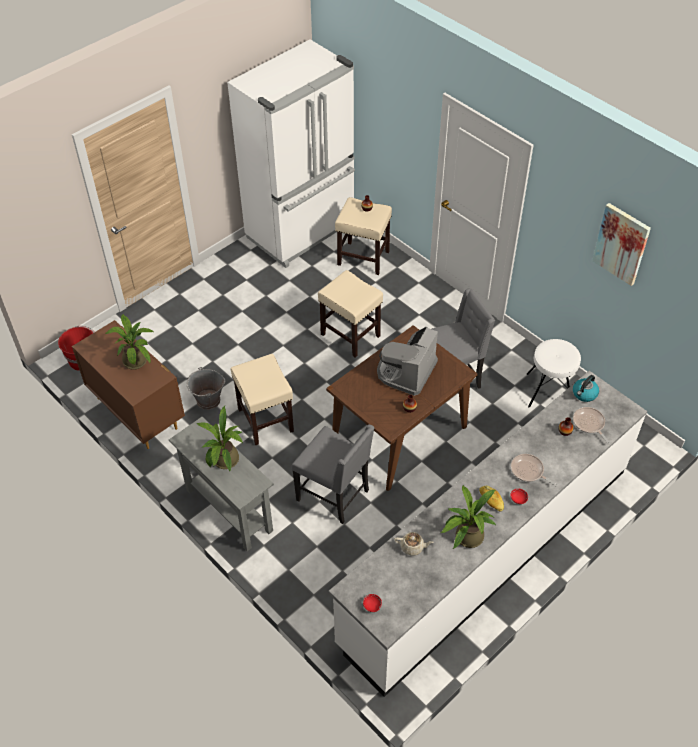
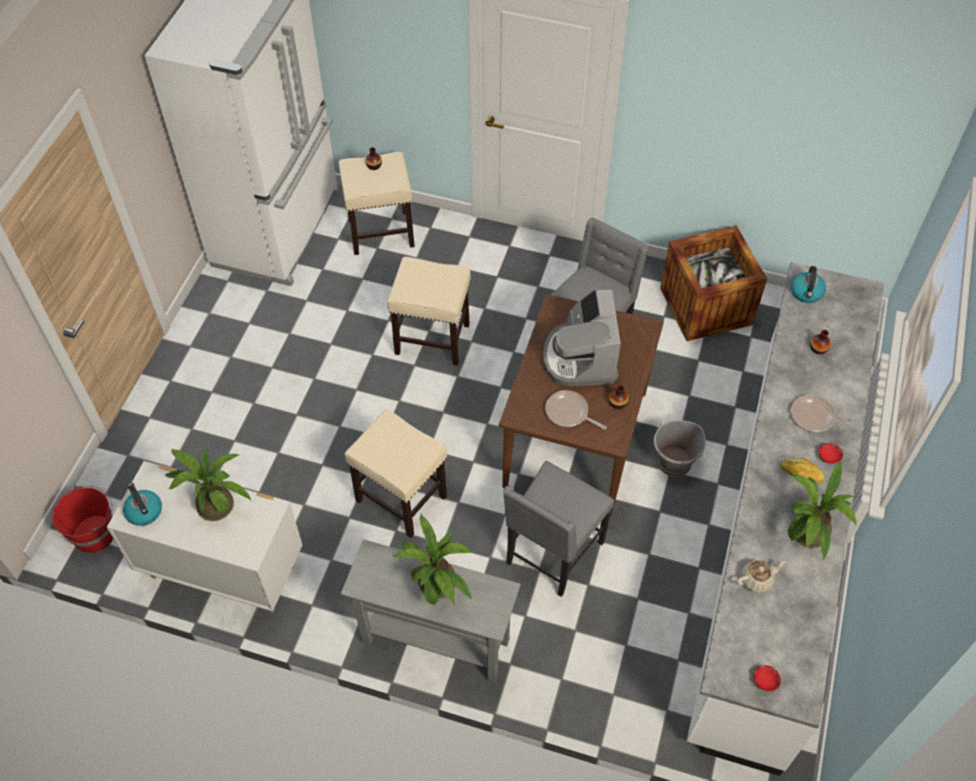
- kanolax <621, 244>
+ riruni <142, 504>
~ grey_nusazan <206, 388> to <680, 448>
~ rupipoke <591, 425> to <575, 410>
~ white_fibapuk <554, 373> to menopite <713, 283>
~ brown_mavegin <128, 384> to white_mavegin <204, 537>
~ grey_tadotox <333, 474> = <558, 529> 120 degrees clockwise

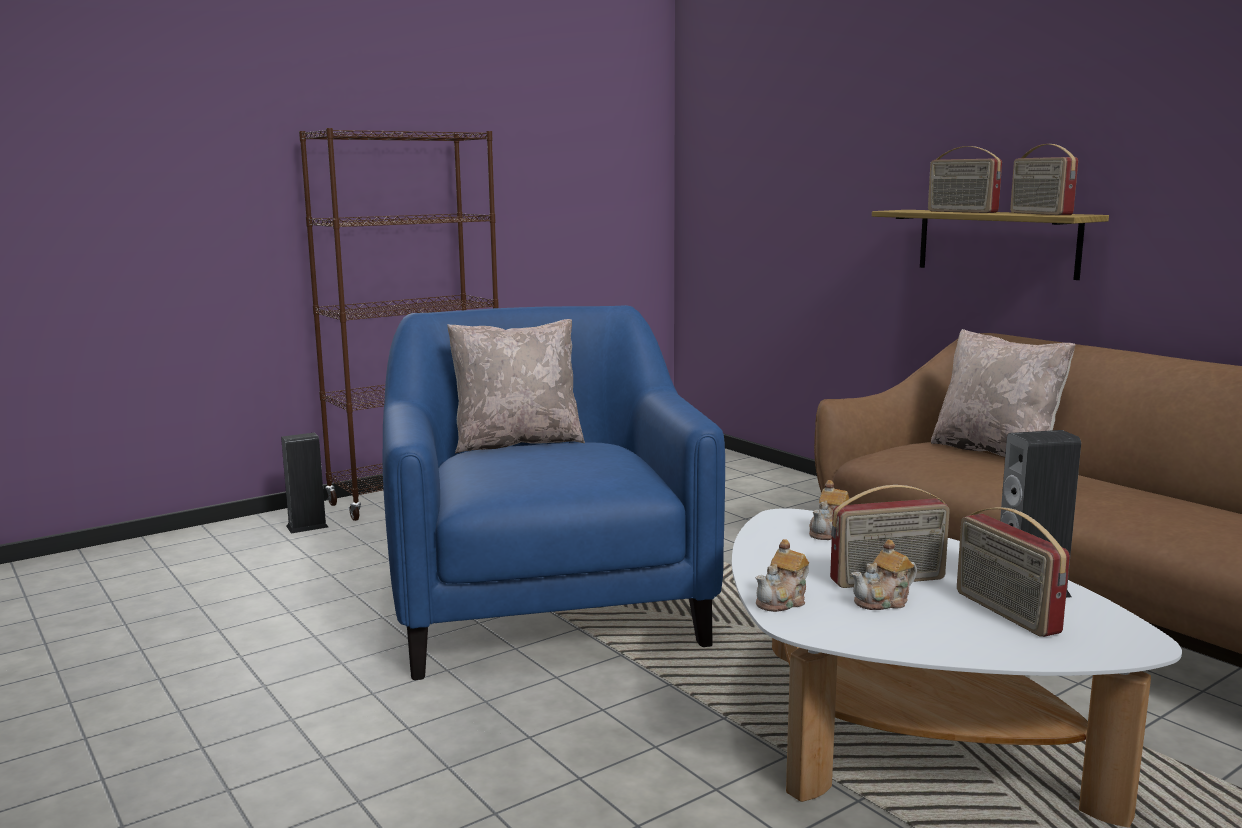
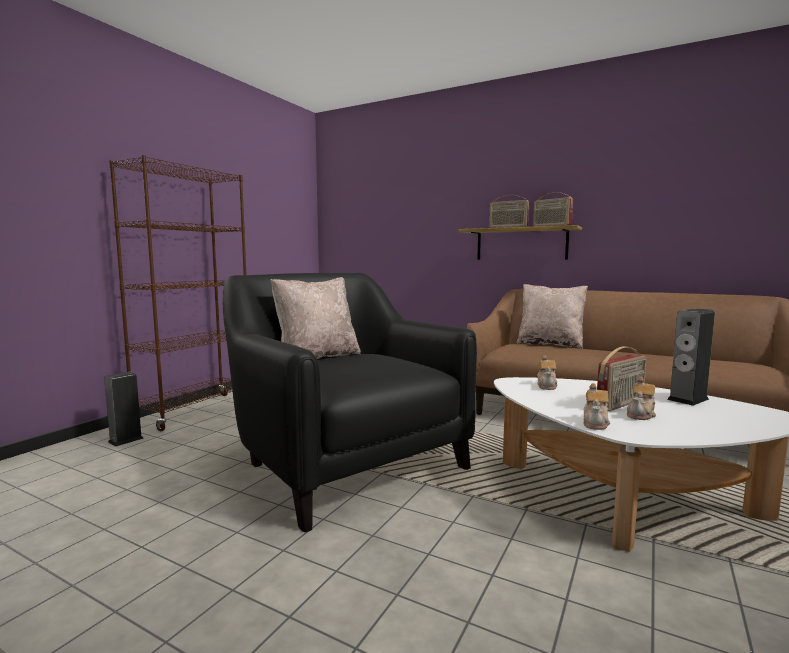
- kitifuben <1013, 572>
~ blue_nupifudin <554, 492> to black_nupifudin <350, 402>

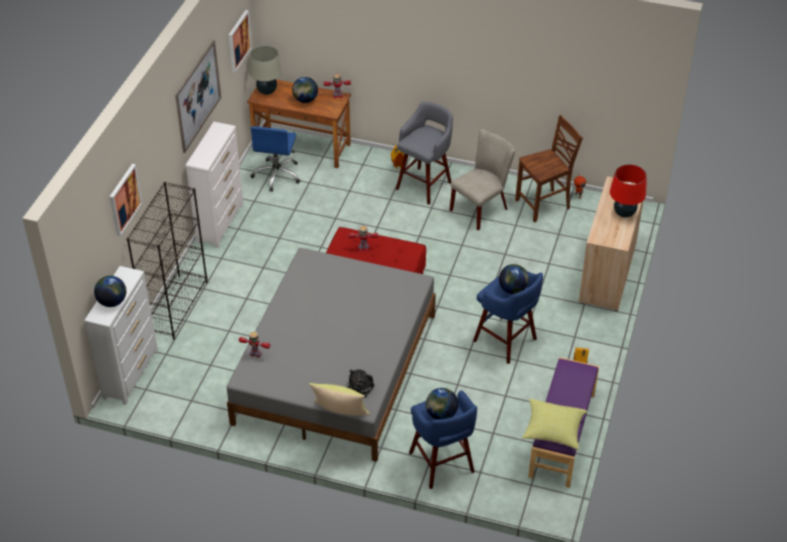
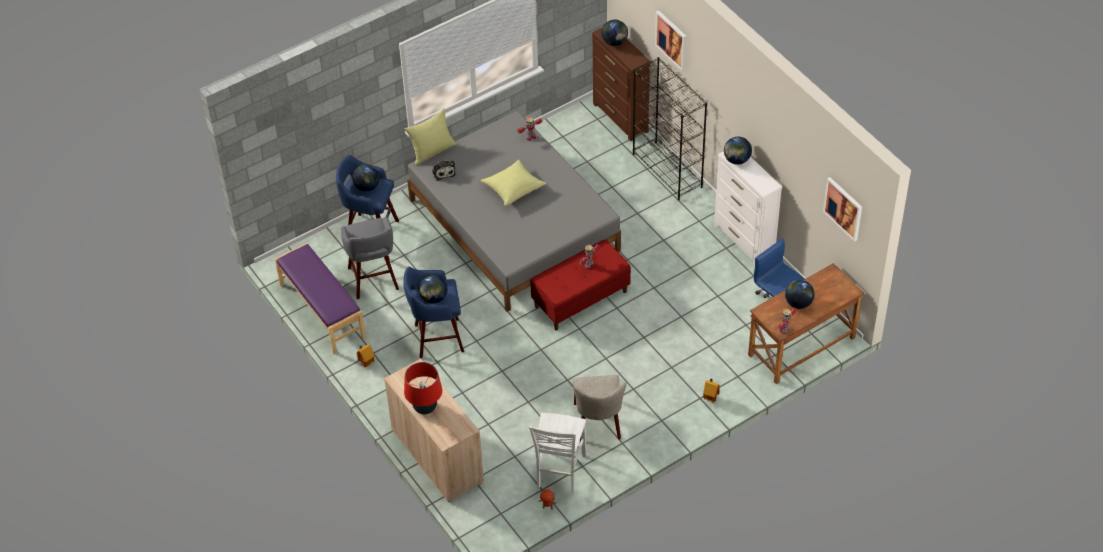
- kanolax <198, 96>
- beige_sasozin <266, 69>
+ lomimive <738, 151>
~ grey_fibapuk <424, 153> to <370, 257>
~ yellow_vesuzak <554, 424> to <513, 183>
~ white_mavegin <121, 335> to brown_mavegin <621, 84>
~ brown_tadotox <549, 169> to white_tadotox <557, 453>

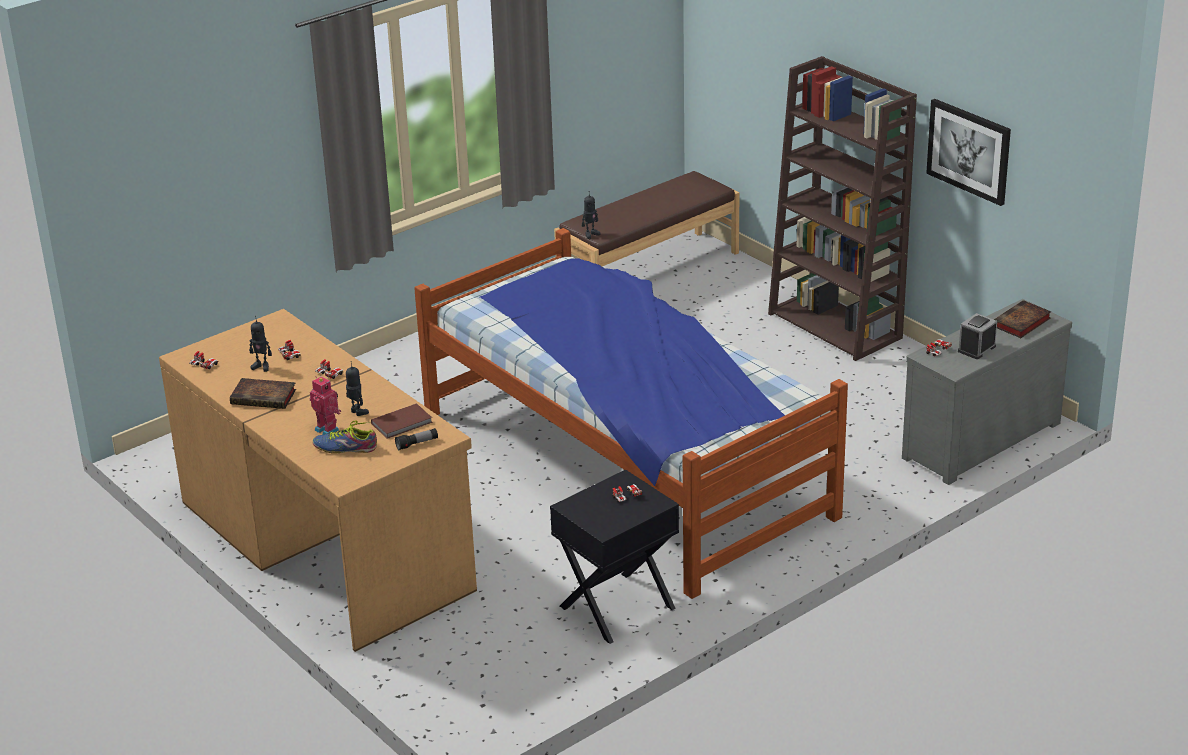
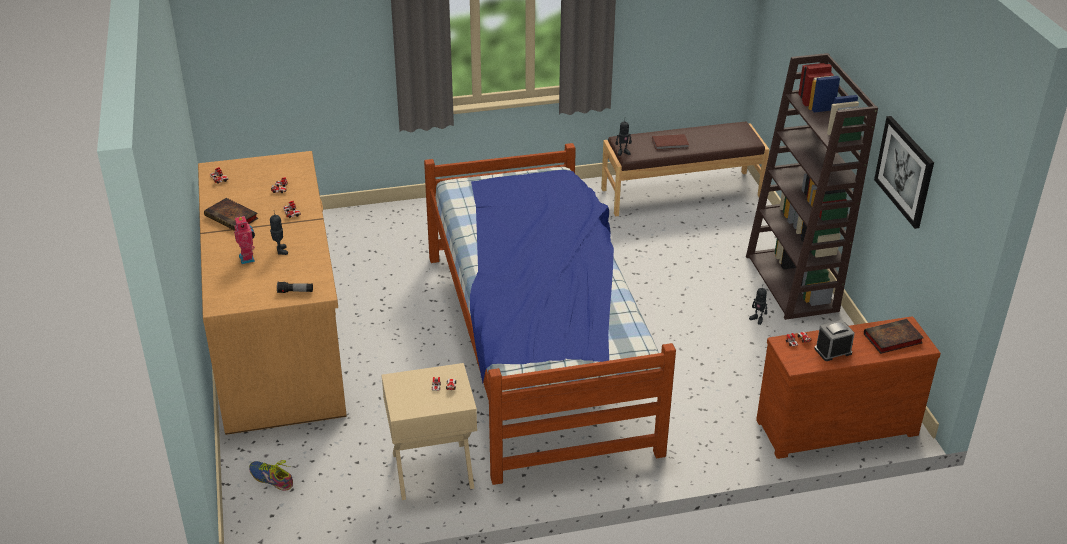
~ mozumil <260, 344> to <758, 306>
~ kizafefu <344, 437> to <271, 475>
~ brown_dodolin <402, 421> to <670, 142>
~ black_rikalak <614, 557> to beige_rikalak <429, 431>
~ grey_mavegin <987, 392> to brown_mavegin <848, 387>

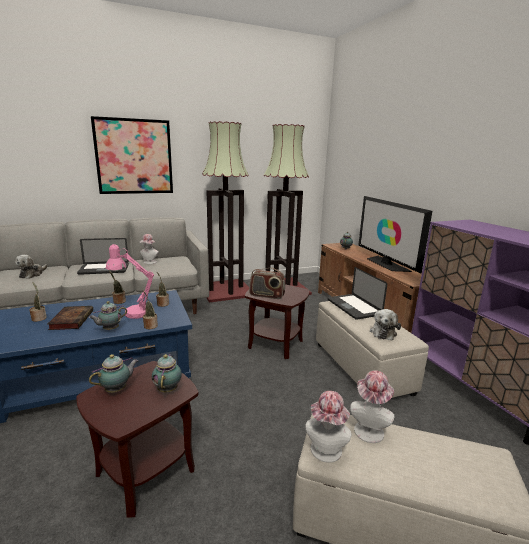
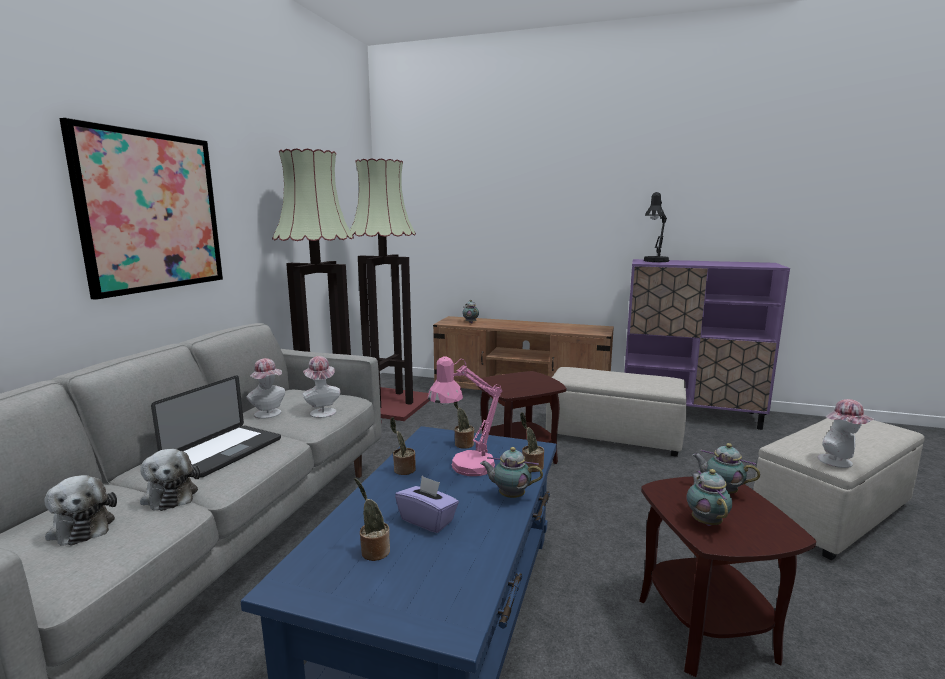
- kitifuben <267, 283>
- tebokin <357, 293>
- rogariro <395, 234>
+ black_sasozin <656, 227>
~ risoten <372, 406> to <321, 387>
~ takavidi <385, 324> to <170, 480>
~ dodolin <70, 318> to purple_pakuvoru <427, 504>
~ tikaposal <108, 315> = <511, 472> 105 degrees clockwise

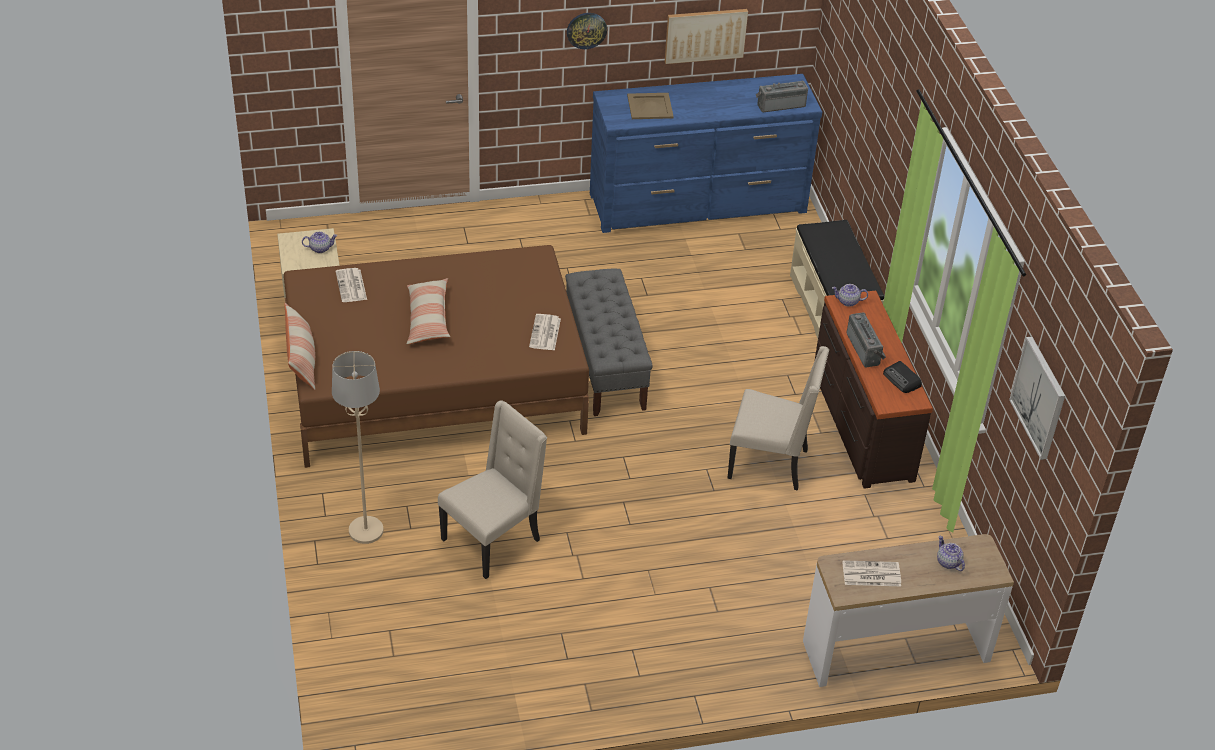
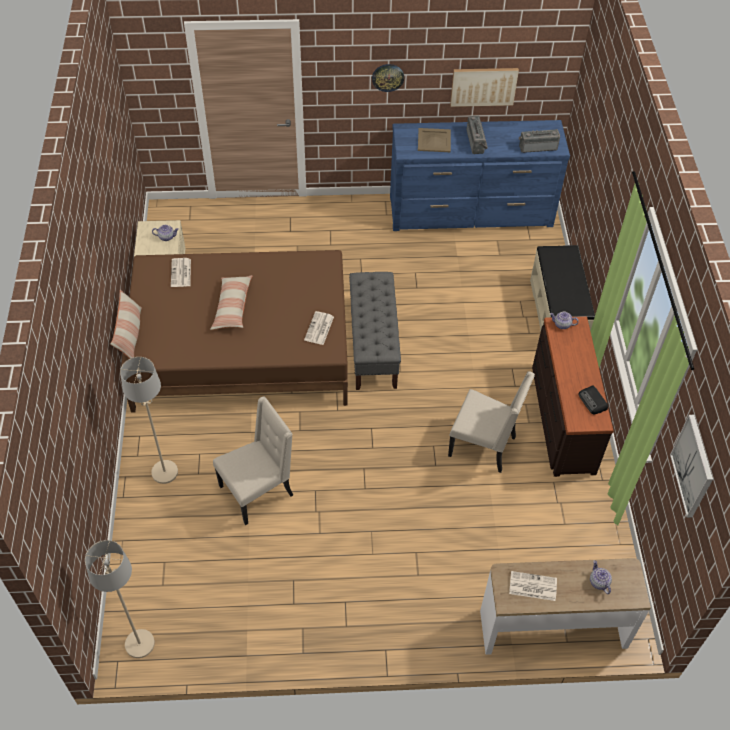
+ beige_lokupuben <120, 599>
~ kitifuben <866, 339> to <477, 135>

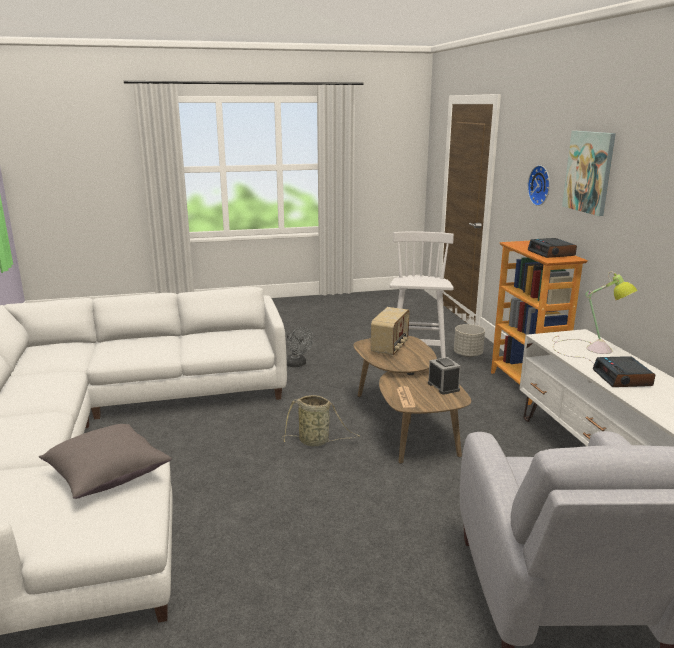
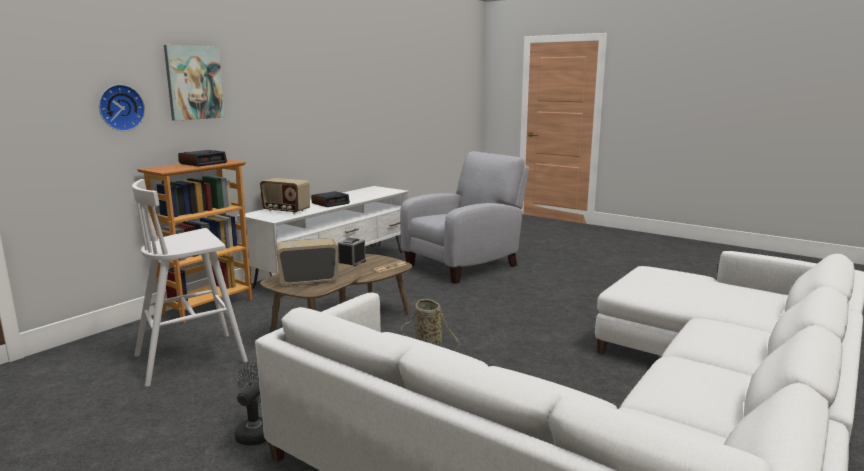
- grey_vesuzak <105, 461>
- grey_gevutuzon <469, 340>
~ sasozin <595, 317> to kitifuben <285, 196>

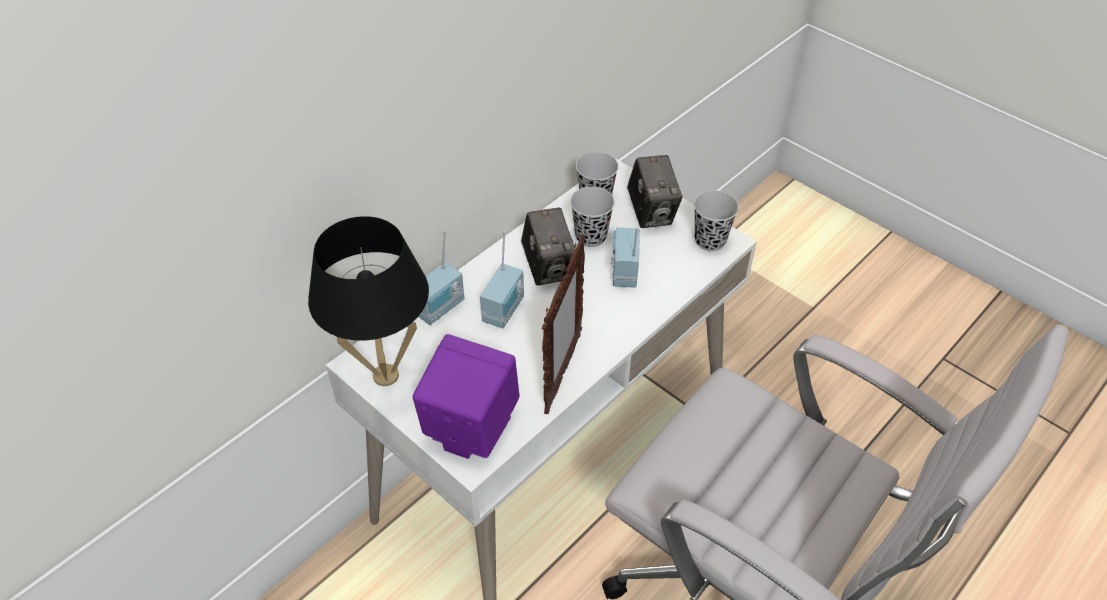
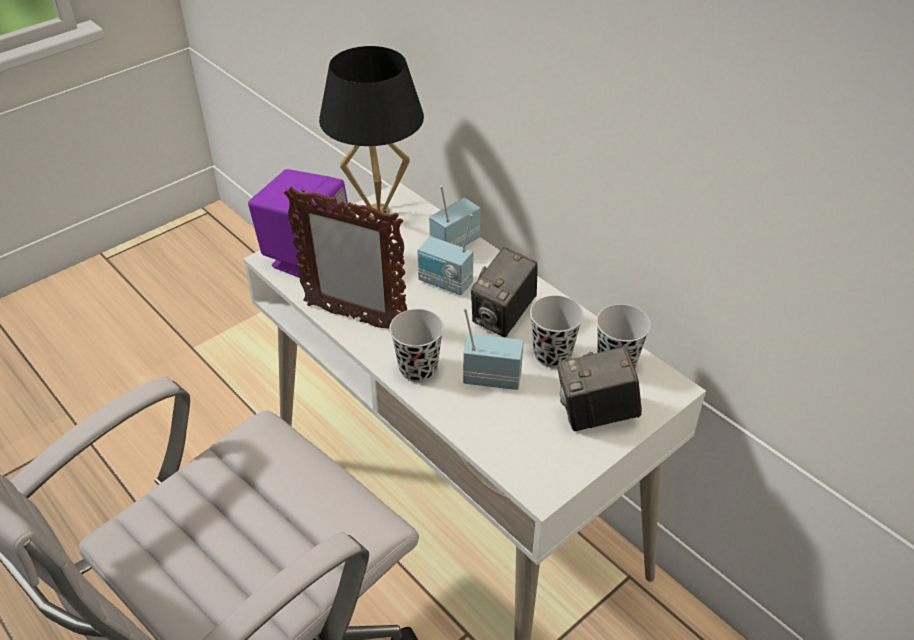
~ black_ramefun <716, 220> to <416, 345>
~ kitifuben <441, 277> = <454, 216> 90 degrees clockwise
~ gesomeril <548, 246> = <504, 292> 45 degrees counterclockwise

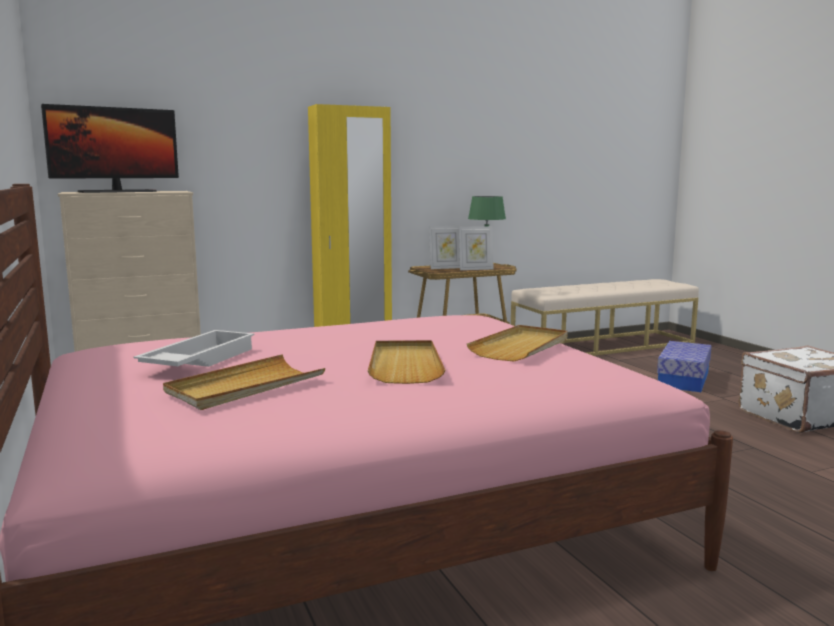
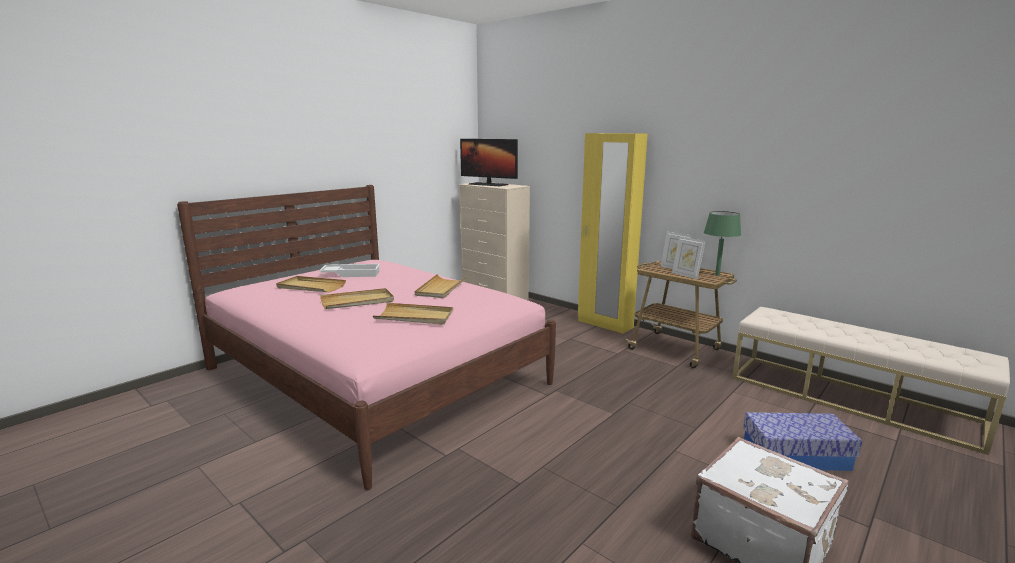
+ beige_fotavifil <441, 286>

